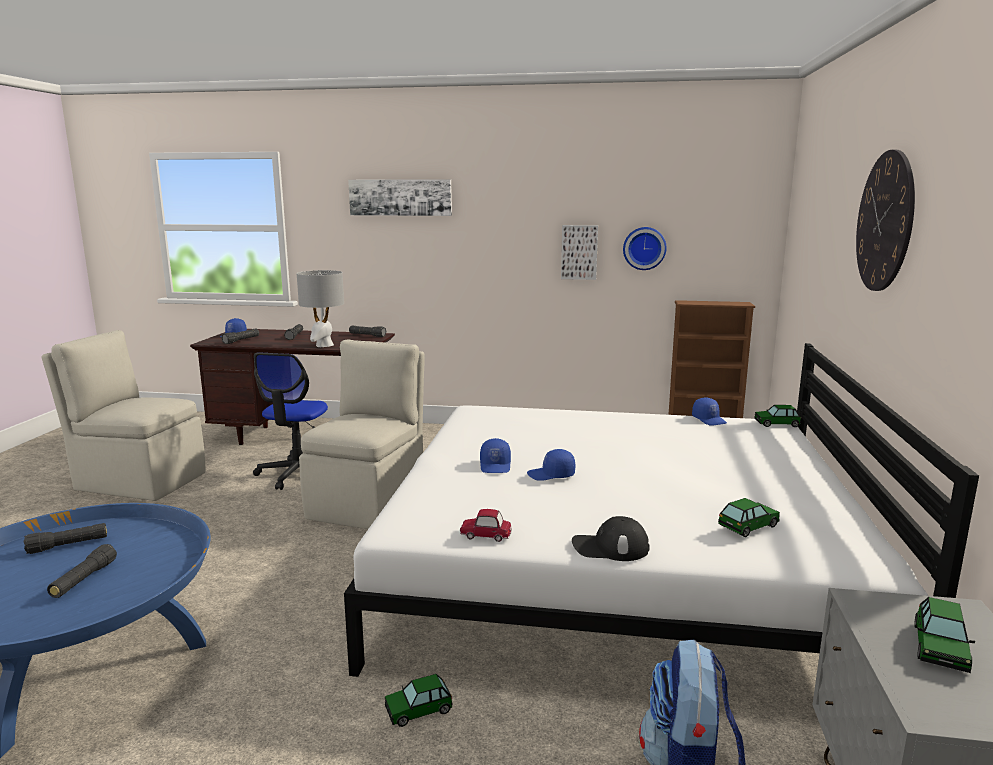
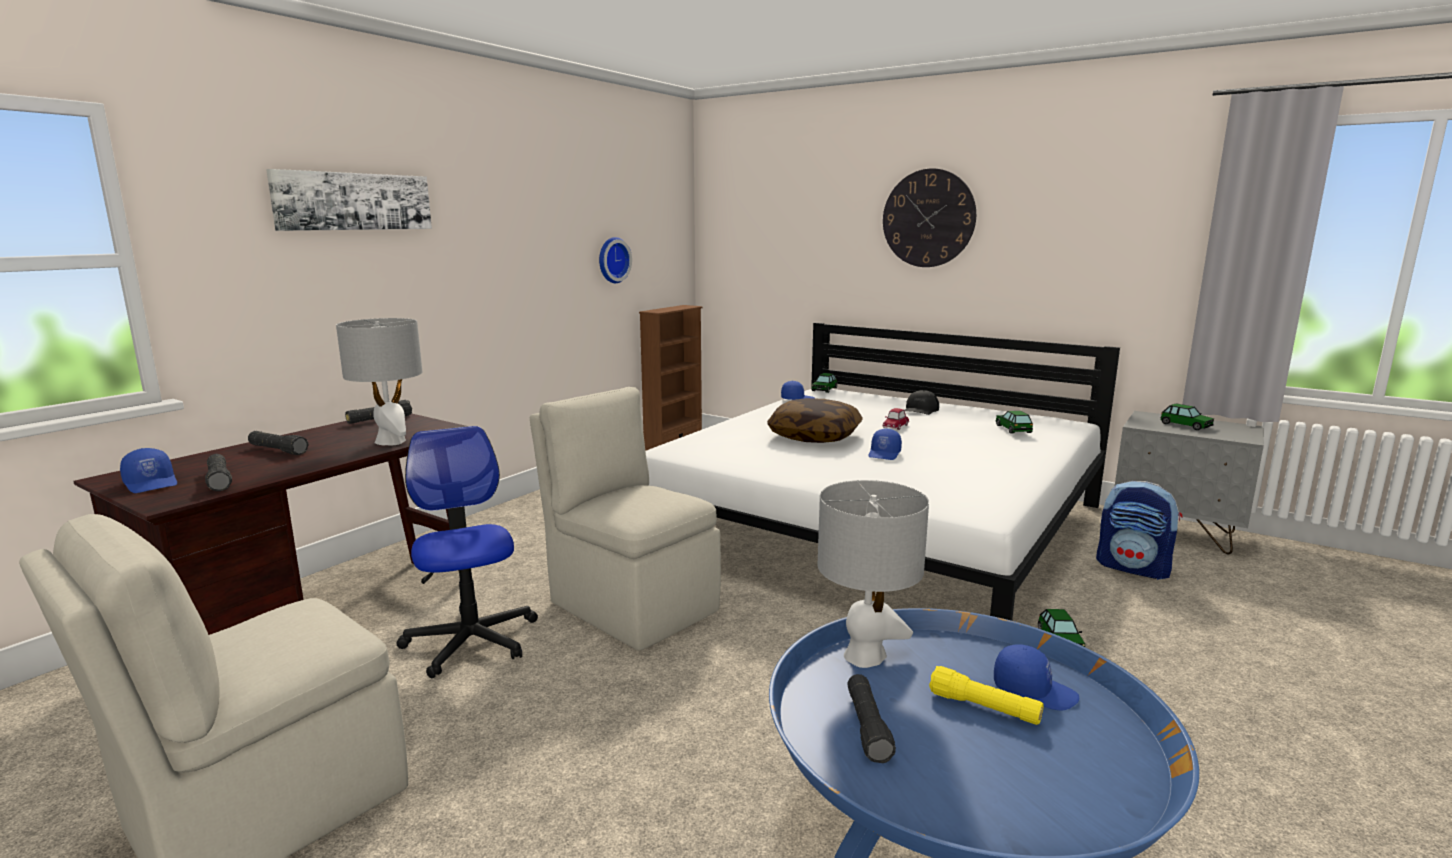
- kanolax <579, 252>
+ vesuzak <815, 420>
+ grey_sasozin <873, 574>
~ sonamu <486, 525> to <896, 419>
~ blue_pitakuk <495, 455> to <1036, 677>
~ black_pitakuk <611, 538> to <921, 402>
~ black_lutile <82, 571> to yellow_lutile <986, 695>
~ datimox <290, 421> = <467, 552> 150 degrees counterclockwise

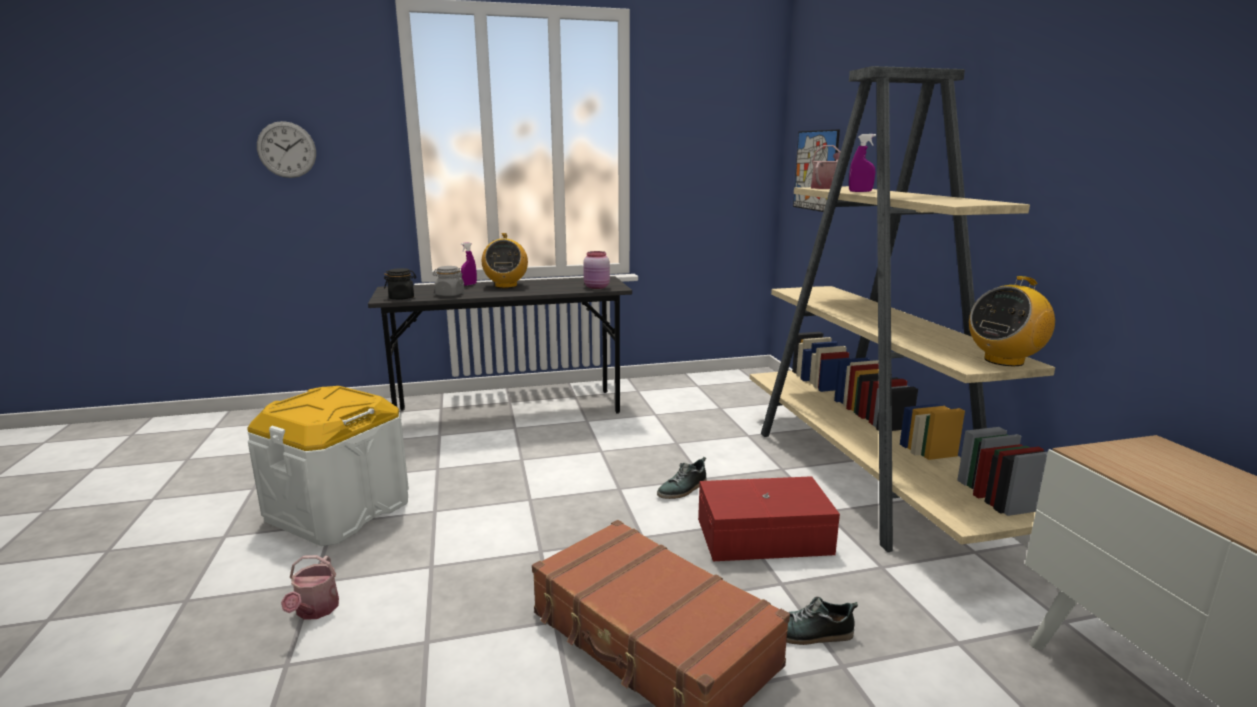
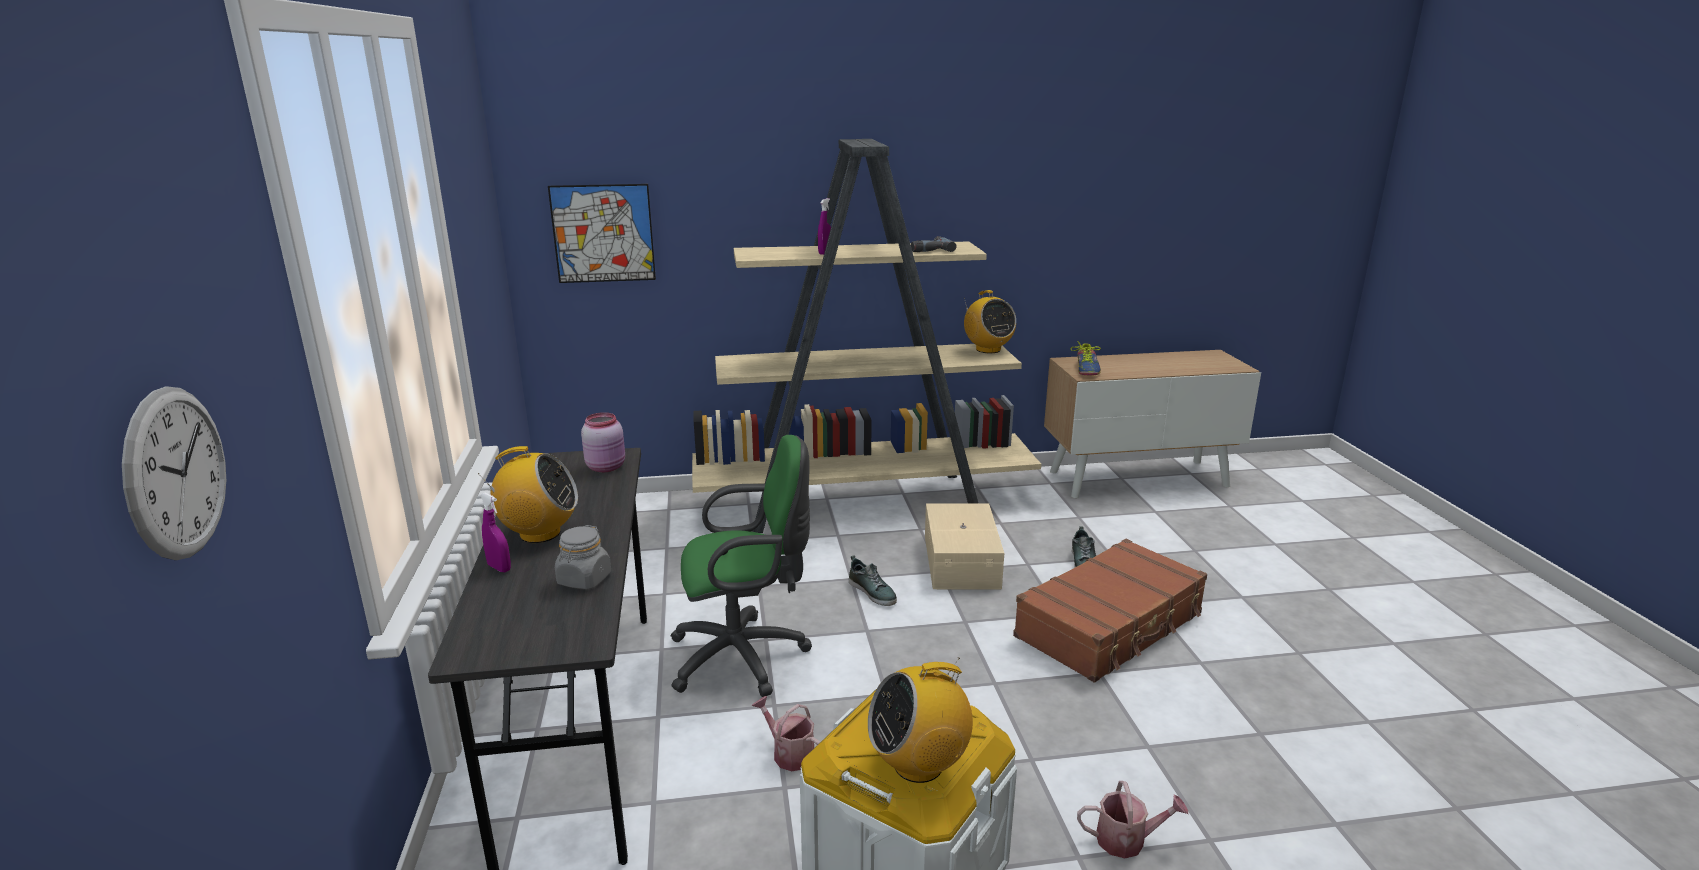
- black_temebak <400, 284>
+ green_datimox <741, 566>
+ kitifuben <920, 720>
+ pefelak <934, 244>
+ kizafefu <1086, 358>
~ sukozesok <826, 167> to <786, 733>
~ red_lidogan <769, 518> to beige_lidogan <964, 546>

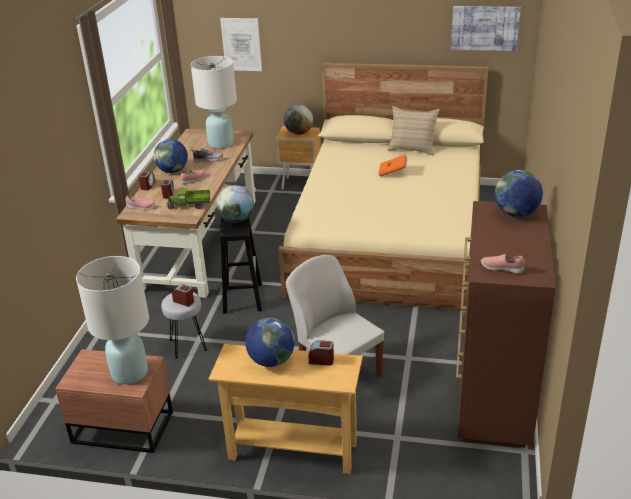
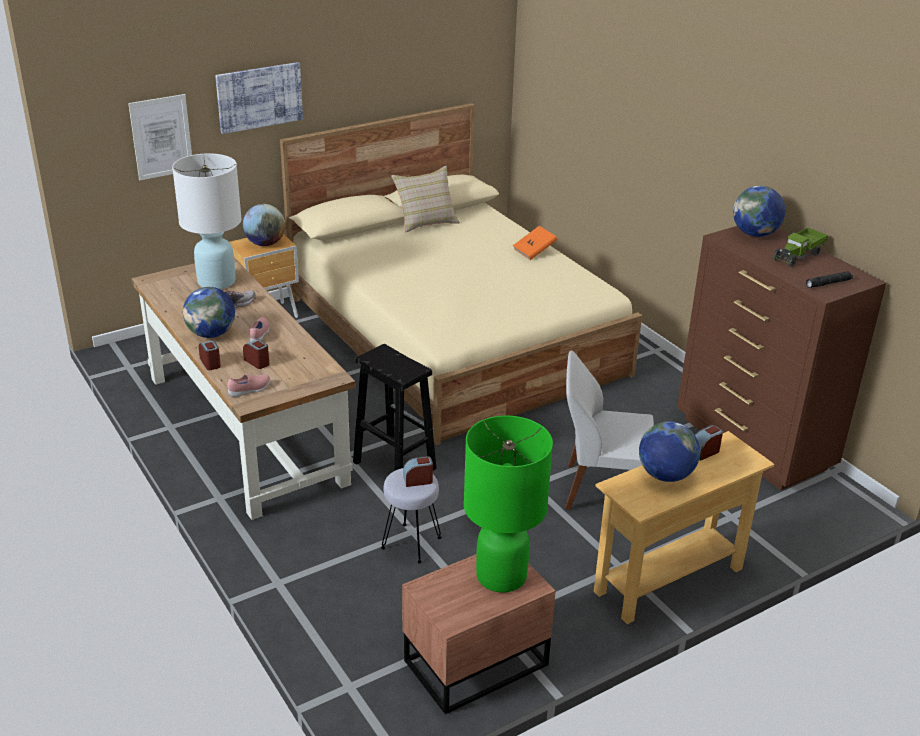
- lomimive <235, 204>
~ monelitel <188, 198> to <800, 247>
~ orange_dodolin <393, 165> to <535, 243>
~ kanolax <486, 28> to <259, 98>
~ pink_kizafefu <503, 264> to black_lutile <829, 279>
~ white_sasozin <112, 320> to green_sasozin <508, 504>

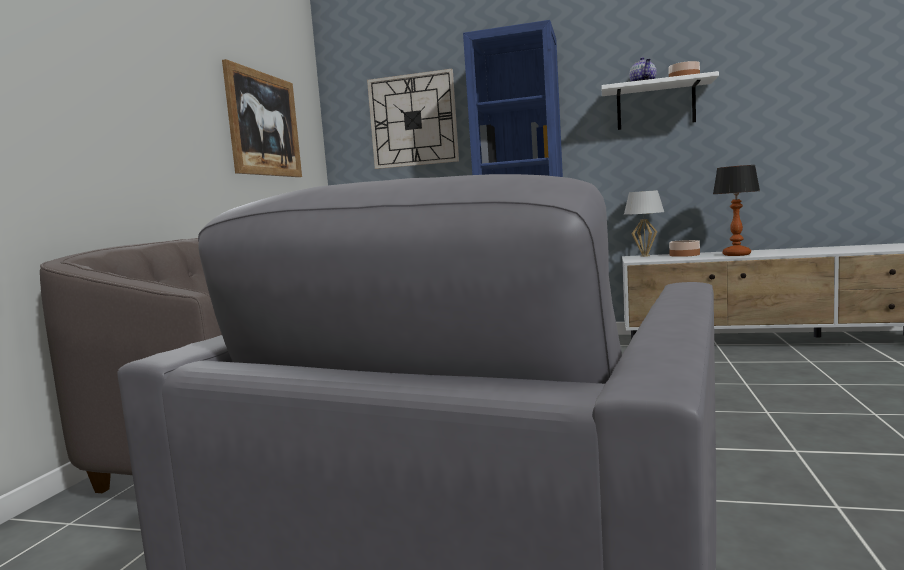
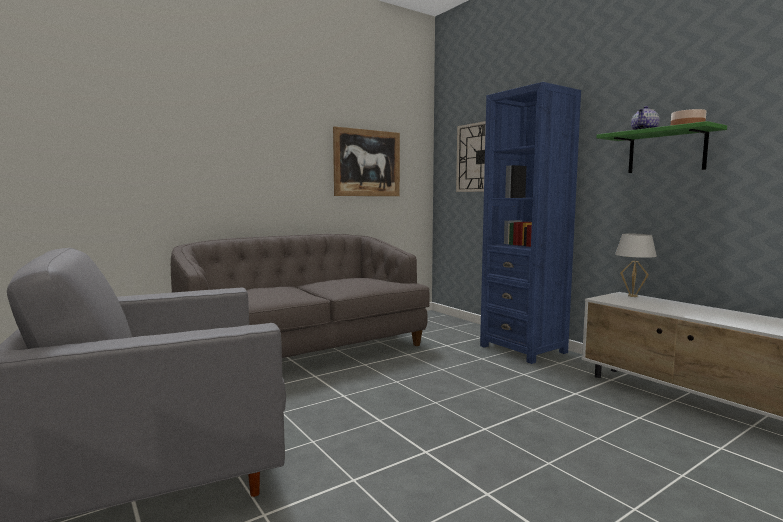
- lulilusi <684, 248>
- sasozin <736, 210>
~ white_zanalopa <660, 100> to green_zanalopa <661, 147>

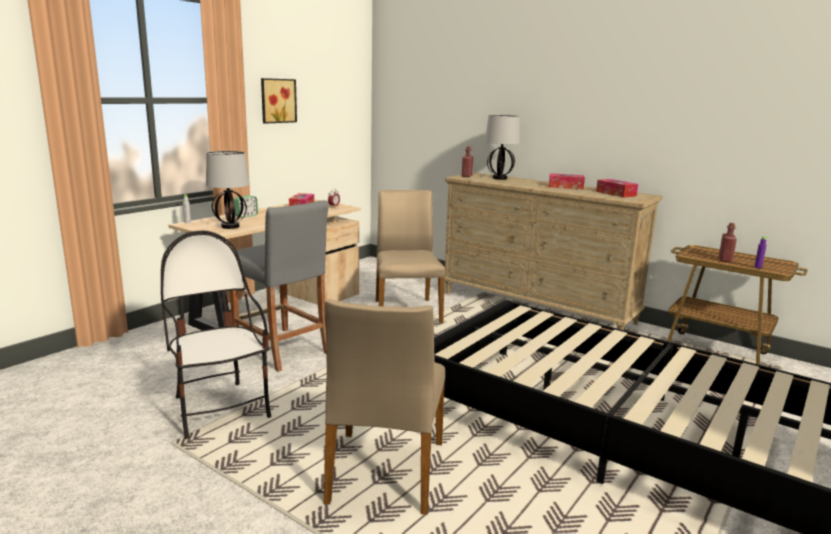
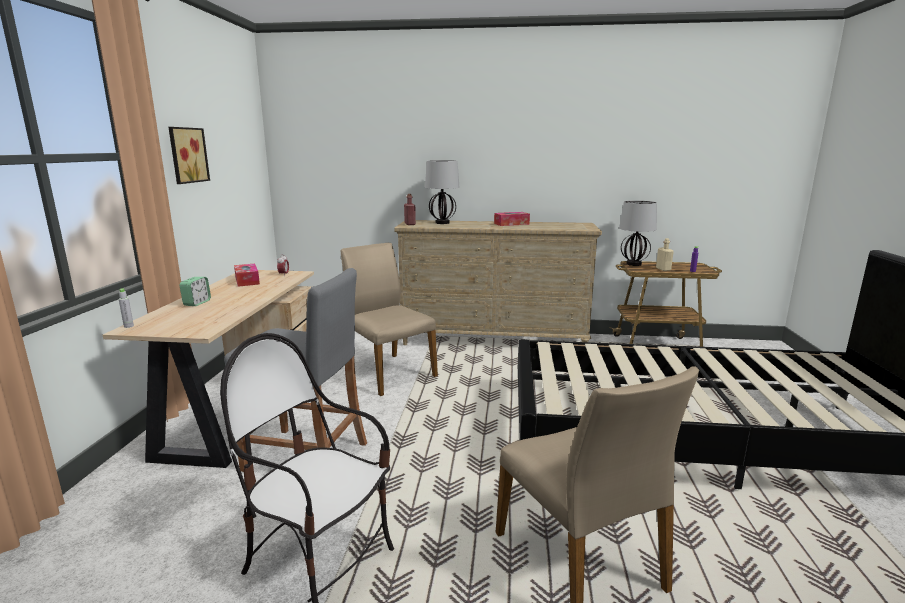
- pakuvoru <617, 188>
~ sasozin <228, 190> to <638, 233>
~ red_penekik <728, 242> to beige_penekik <665, 254>

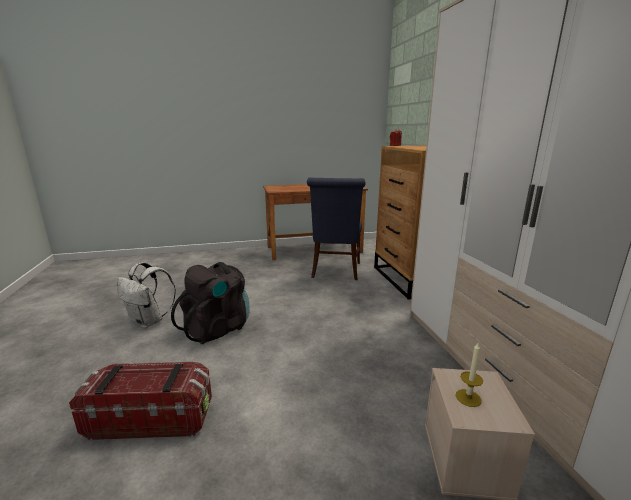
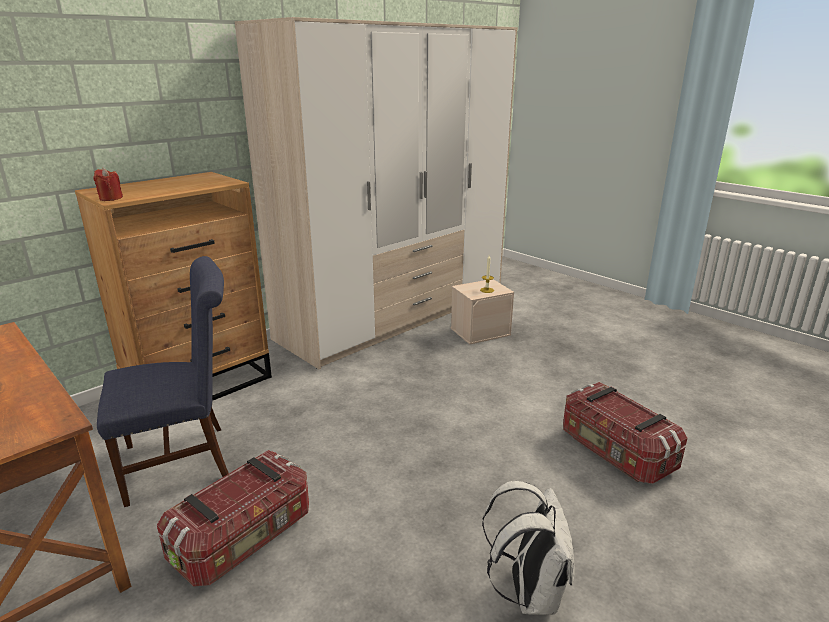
- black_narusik <210, 303>
+ lidogan <233, 518>

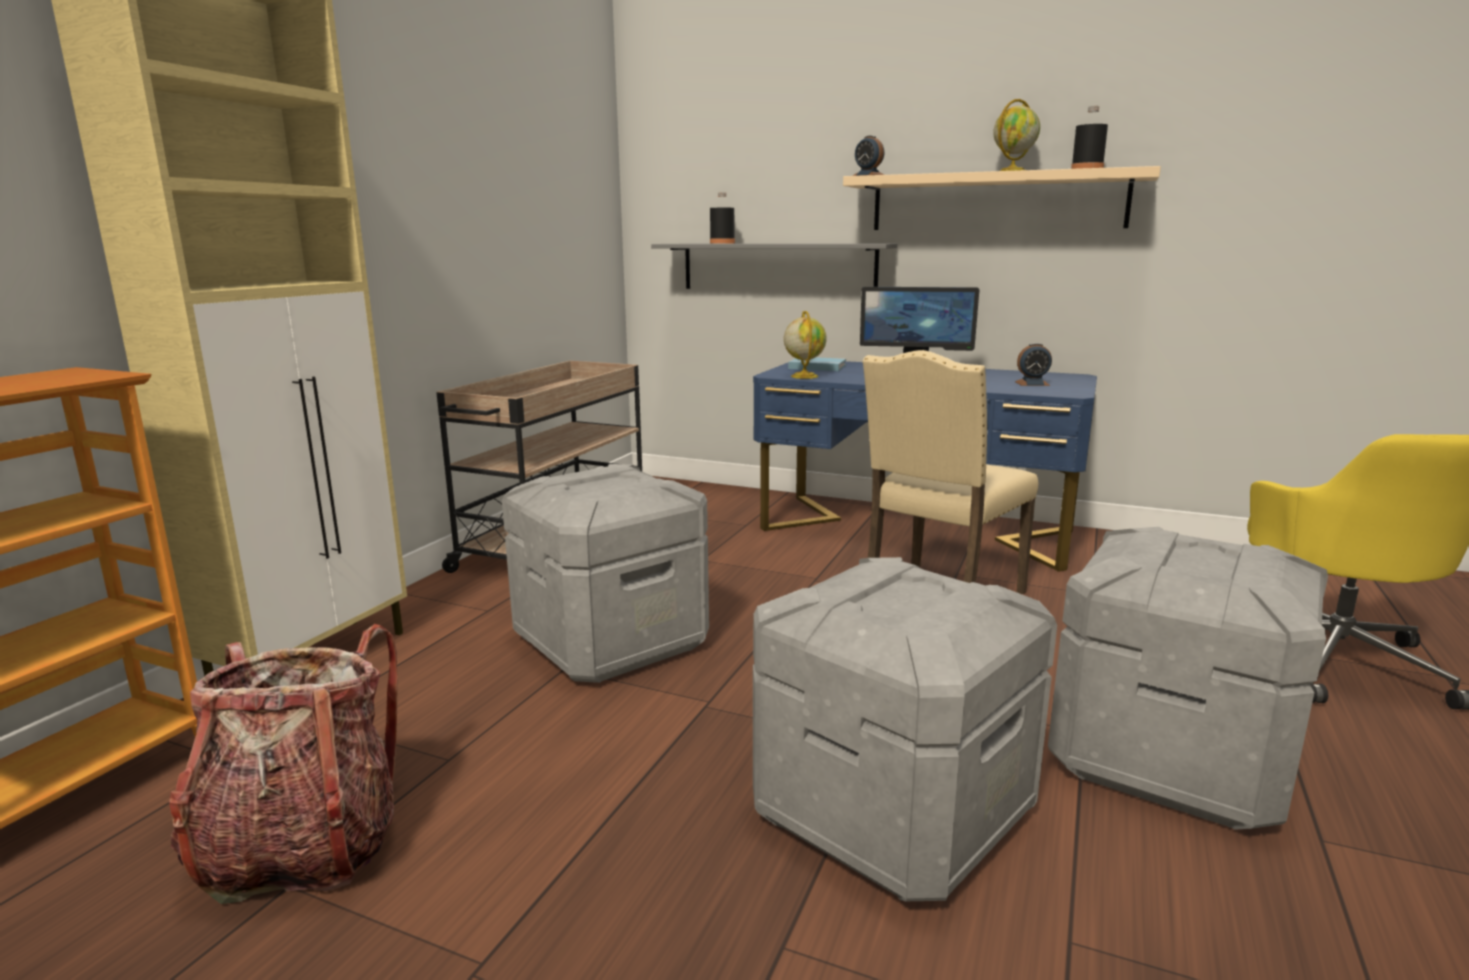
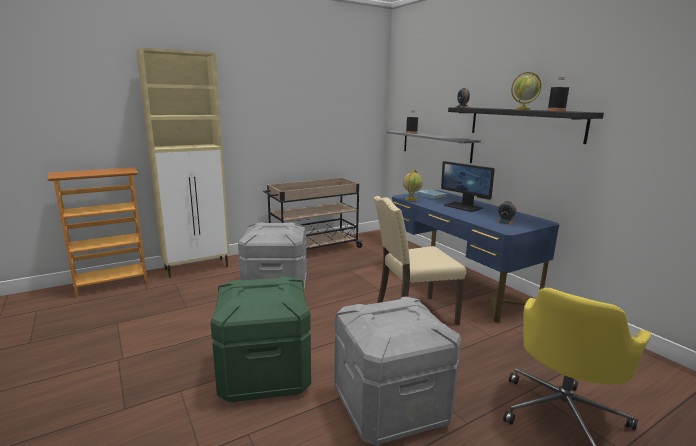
- narusik <283, 764>
~ grey_lidogan <905, 729> to green_lidogan <261, 339>
~ beige_zanalopa <1002, 198> to black_zanalopa <526, 125>

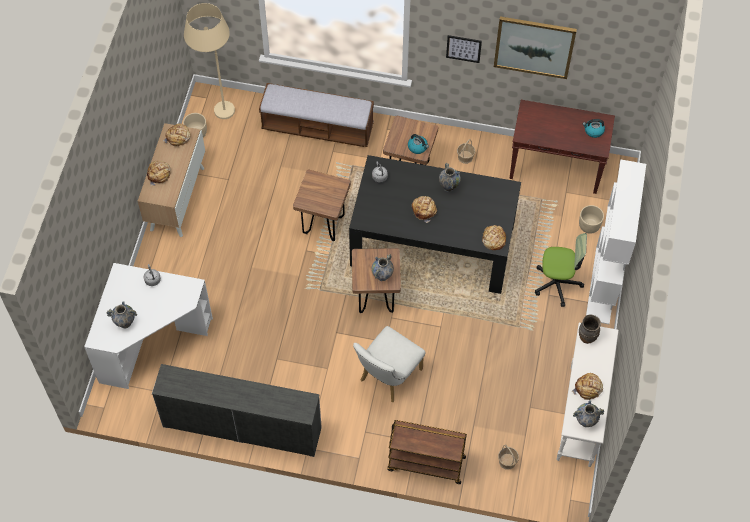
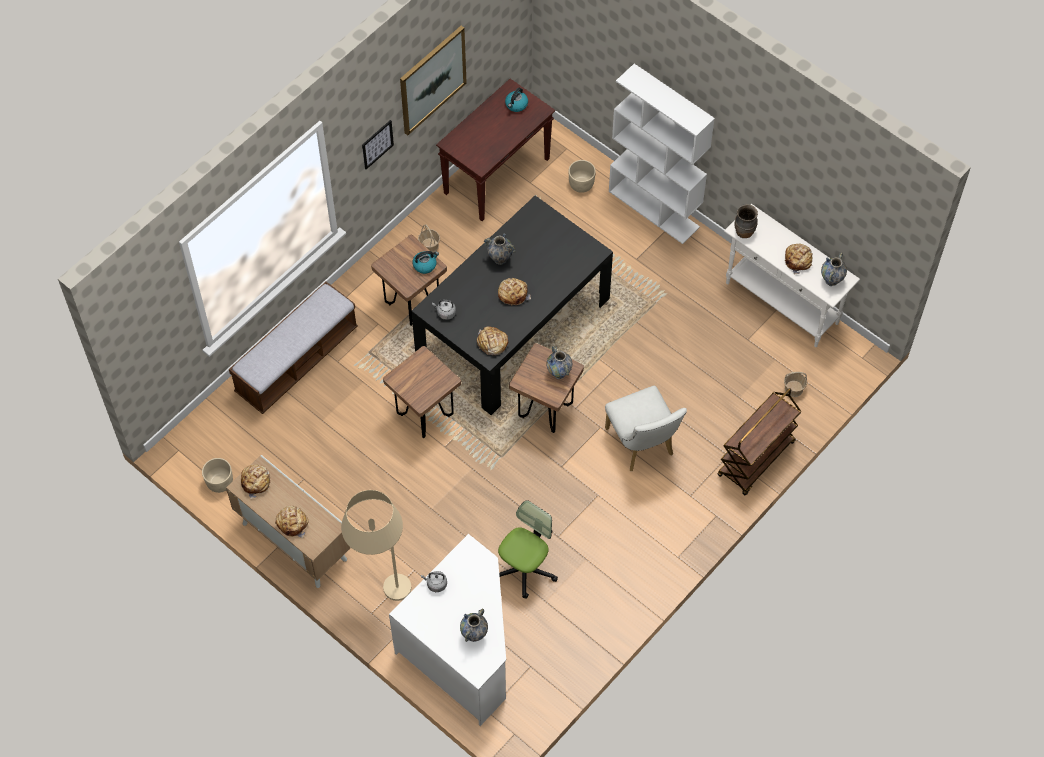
- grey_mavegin <237, 410>
~ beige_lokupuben <209, 61> to <376, 545>
~ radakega <494, 237> to <492, 340>
~ datimox <561, 270> to <528, 549>

